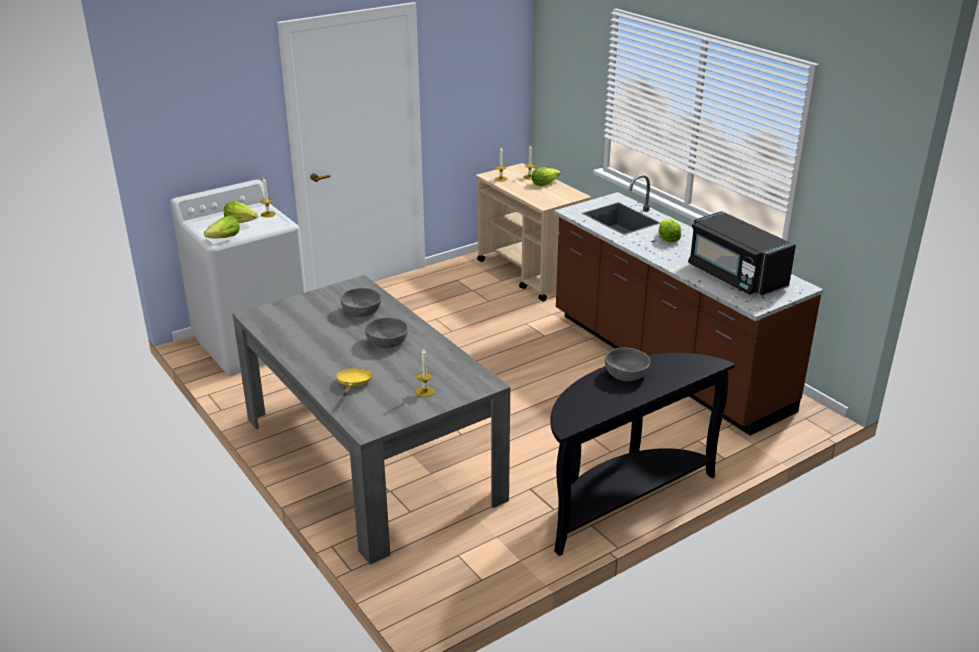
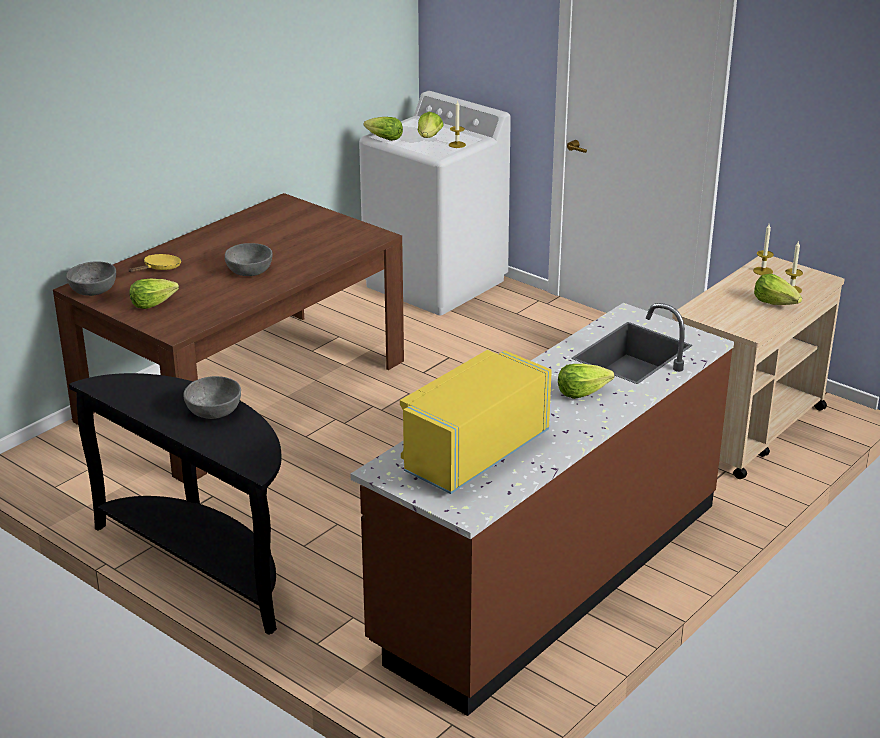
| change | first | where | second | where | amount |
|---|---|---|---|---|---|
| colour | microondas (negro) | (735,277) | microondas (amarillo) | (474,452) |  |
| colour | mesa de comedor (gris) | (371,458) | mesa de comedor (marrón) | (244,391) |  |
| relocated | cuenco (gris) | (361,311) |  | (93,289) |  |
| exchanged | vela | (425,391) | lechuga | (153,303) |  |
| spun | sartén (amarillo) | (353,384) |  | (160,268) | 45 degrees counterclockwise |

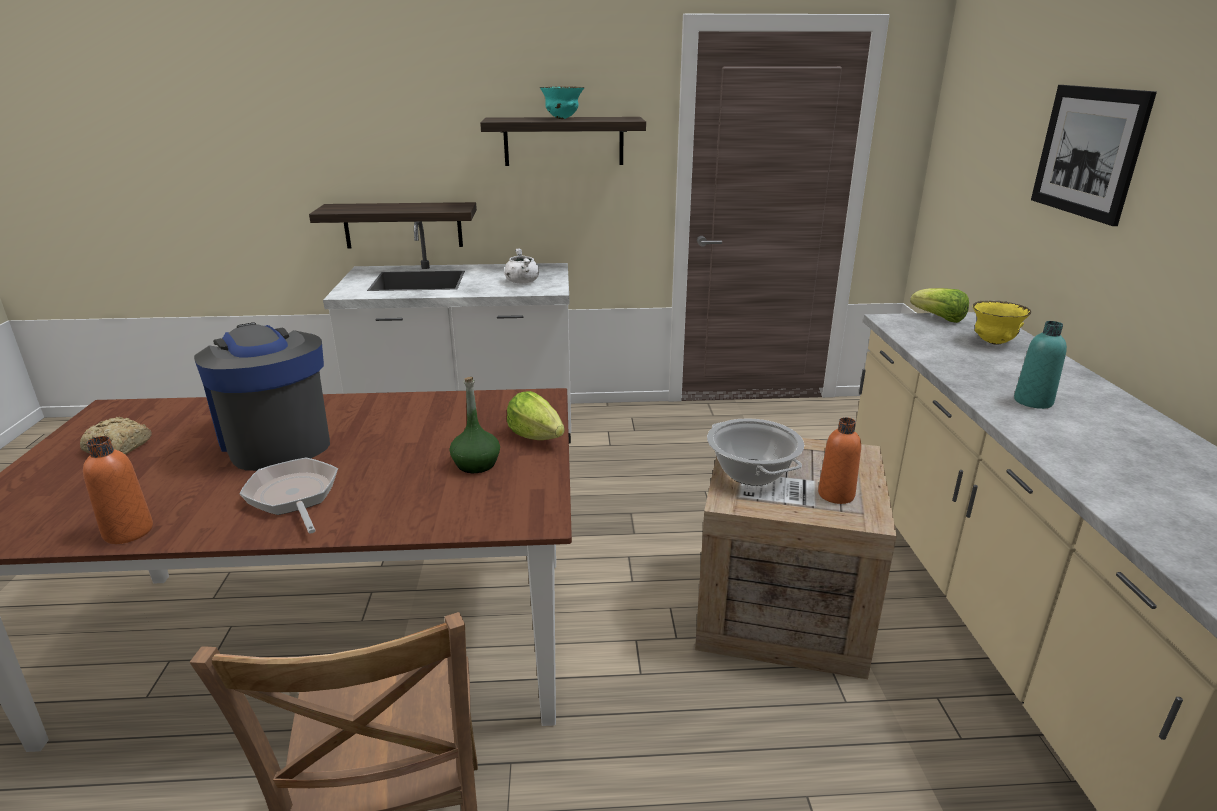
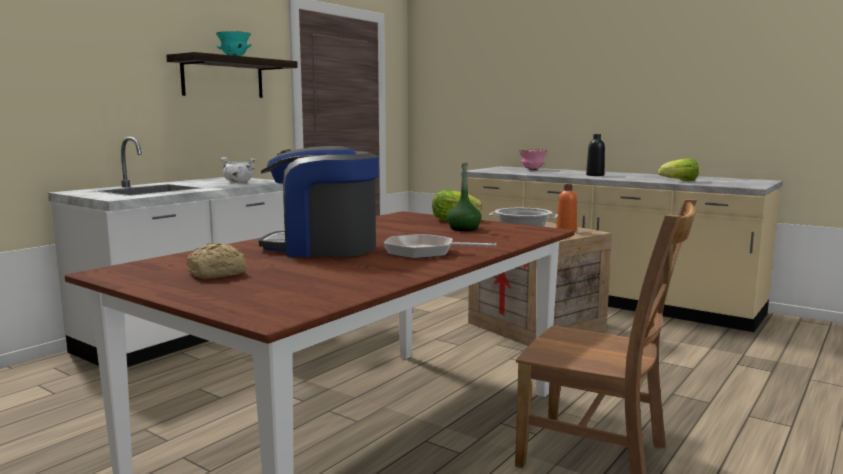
| change | first | where | second | where | amount |
|---|---|---|---|---|---|
| missing | cuadro | (1088,152) |  |  |  |
| missing | estante | (403,225) |  |  |  |
| relocated | lechuga | (939,318) |  | (679,181) |  |
| colour | cuenco (amarillo) | (993,342) | cuenco (rosa) | (532,170) |  |
| colour | botella (turquesa) | (1033,401) | botella (negro) | (595,175) |  |
| missing | botella (naranja) | (128,532) |  |  |  |

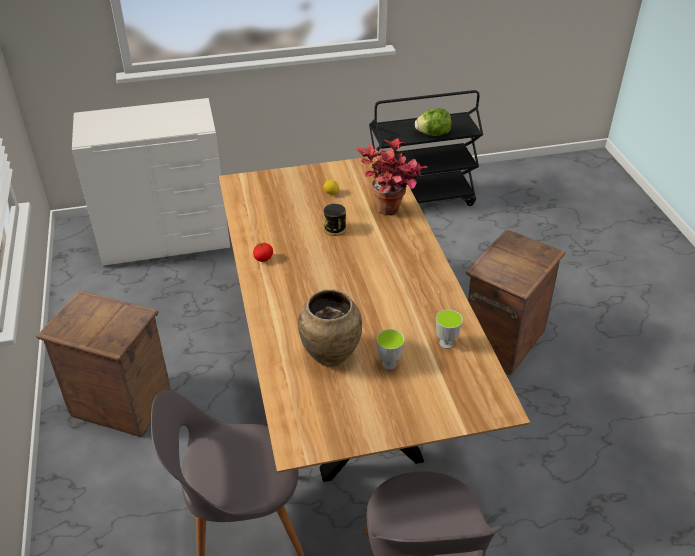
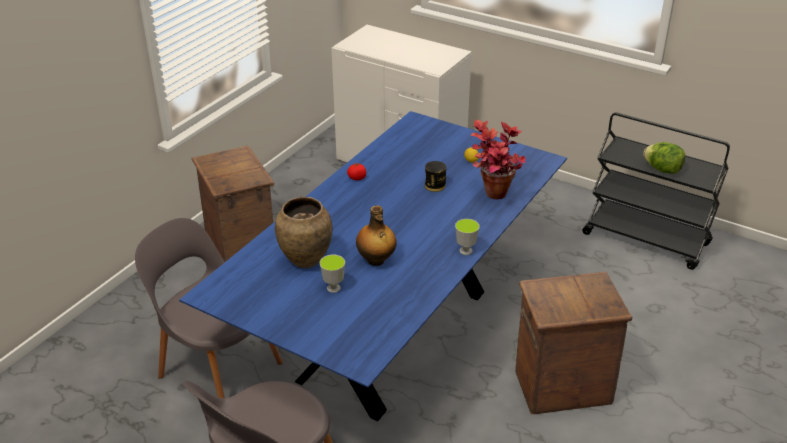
| change | first | where | second | where | amount |
|---|---|---|---|---|---|
| colour | mesa de comedor (marrón) | (347,386) | mesa de comedor (azul) | (393,335) |  |
| relocated | taza | (446,343) |  | (465,251) |  |
| appeared |  |  | botella | (376,260) |  |

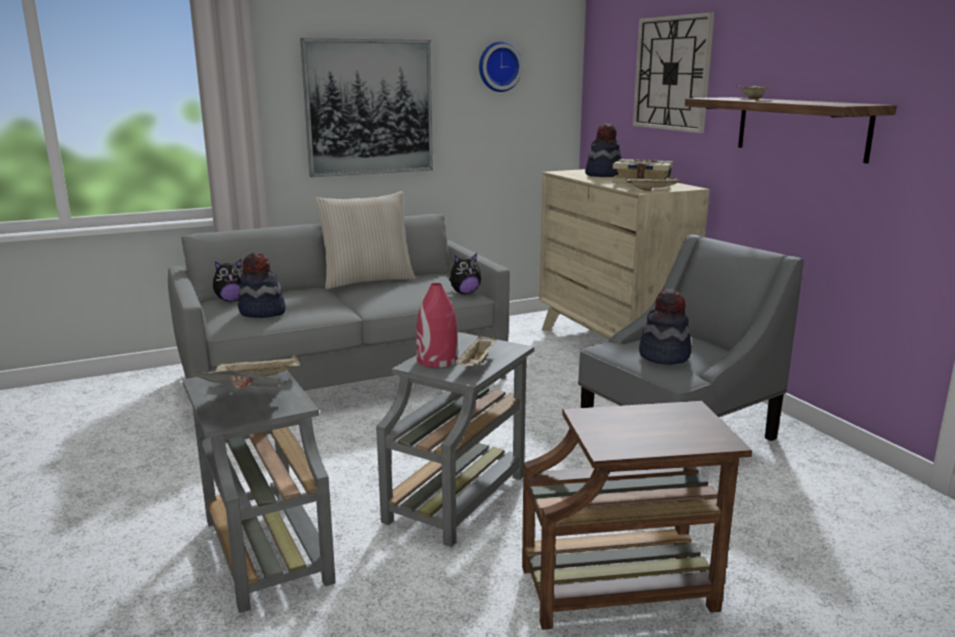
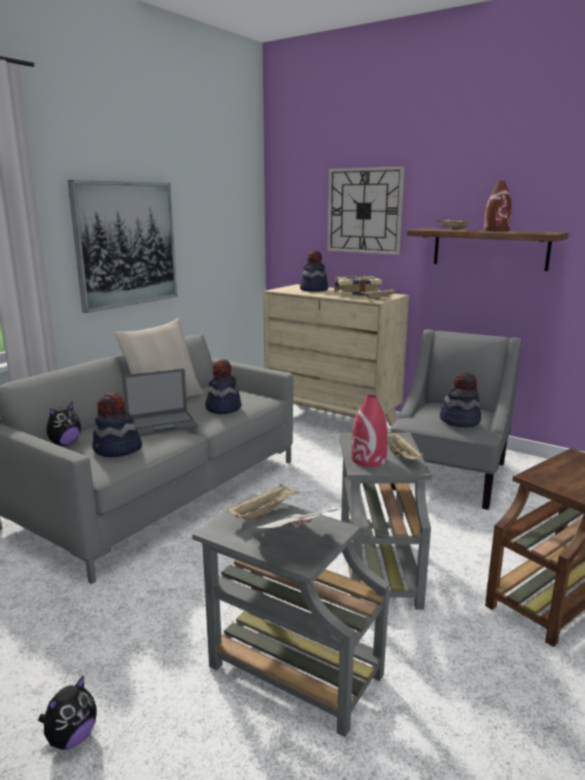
| change | first | where | second | where | amount |
|---|---|---|---|---|---|
| missing | reloj de pared | (498,66) |  |  |  |
| relocated | peluche | (464,293) |  | (71,737) |  |
| appeared |  |  | florero (marrón) | (496,230) |  |
| appeared |  |  | sombrero | (223,408) |  |
| appeared |  |  | portátil | (162,424) |  |

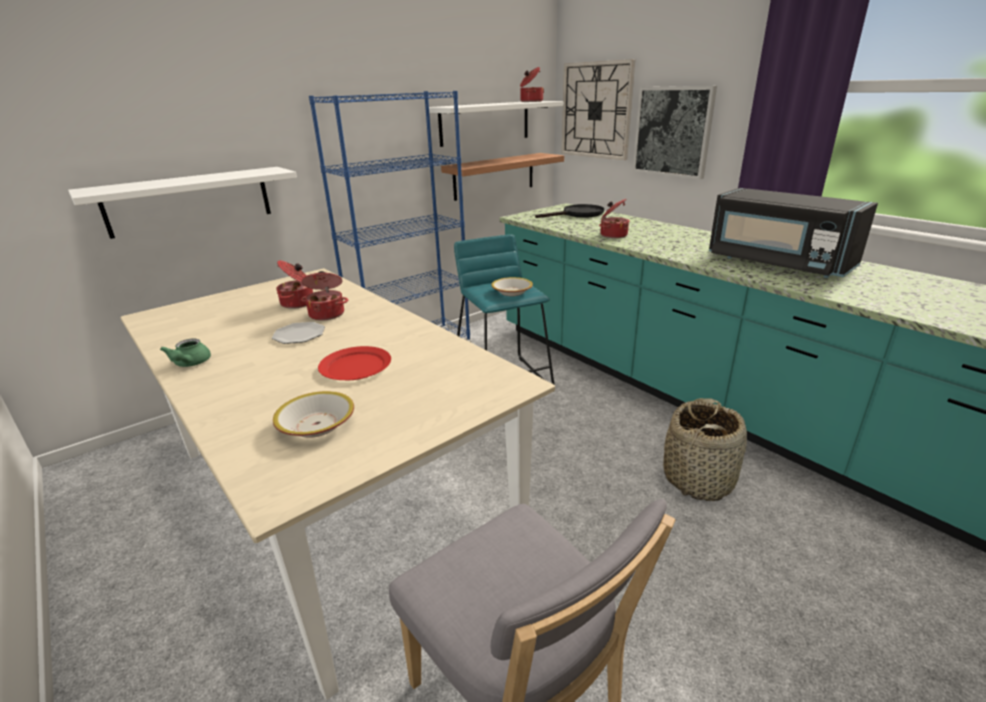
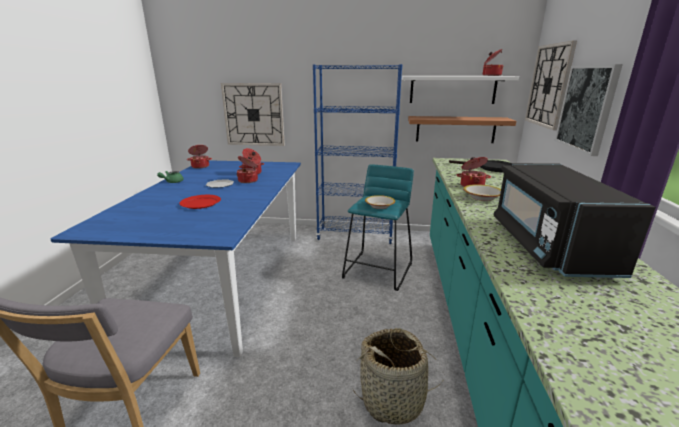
| change | first | where | second | where | amount |
|---|---|---|---|---|---|
| exchanged | estante (blanco) | (189,201) | reloj de pared | (254,114) |  |
| colour | mesa de comedor (beis) | (337,497) | mesa de comedor (azul) | (225,280) |  |
| relocated | cuenco | (317,424) |  | (482,197) |  |
| appeared |  |  | olla | (200,166) |  |

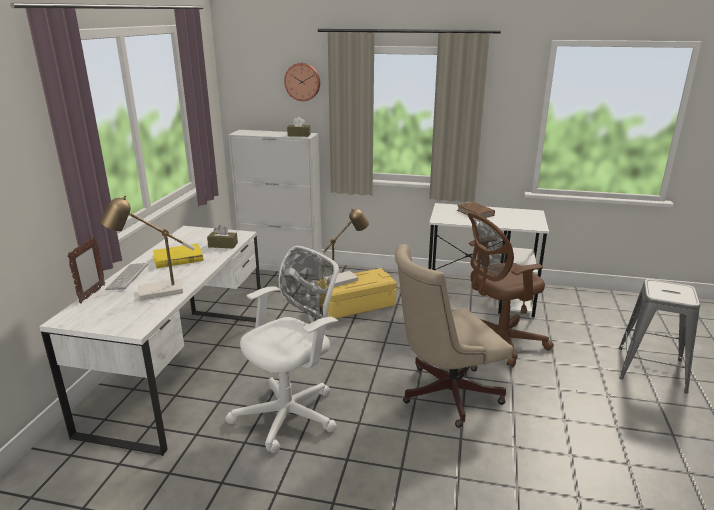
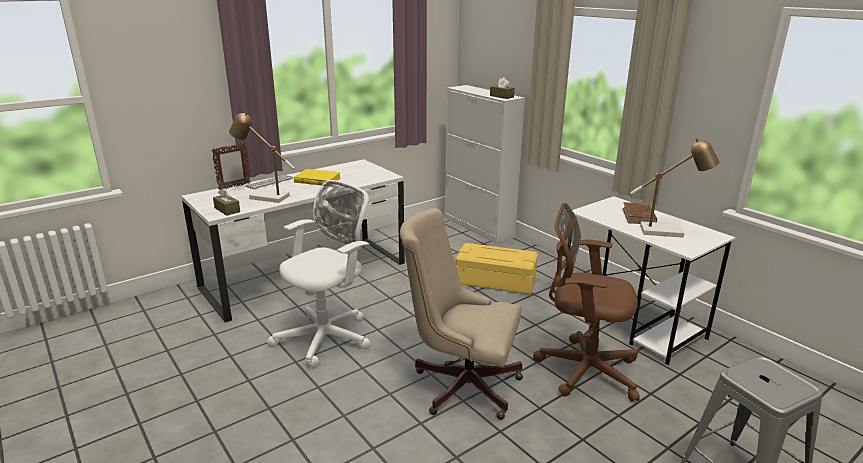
| change | first | where | second | where | amount |
|---|---|---|---|---|---|
| missing | reloj de pared | (302,81) |  |  |  |
| relocated | lámpara de mesa | (345,279) |  | (667,231) |  |
| relocated | caja de pañuelos (marrón) | (223,245) |  | (227,210) |  |
| spun | silla de oficina (blanco) | (291,414) |  | (328,337) | 45 degrees counterclockwise |

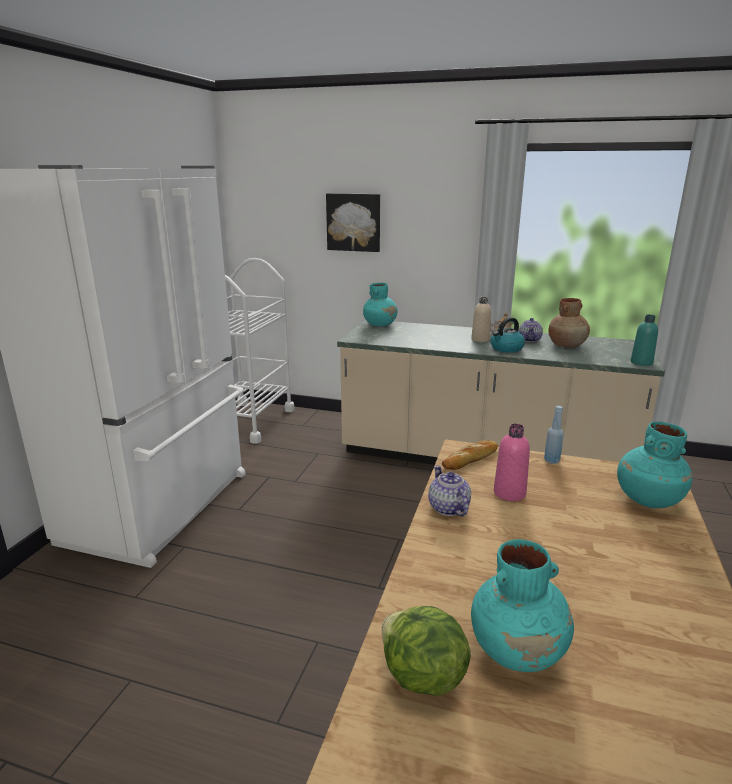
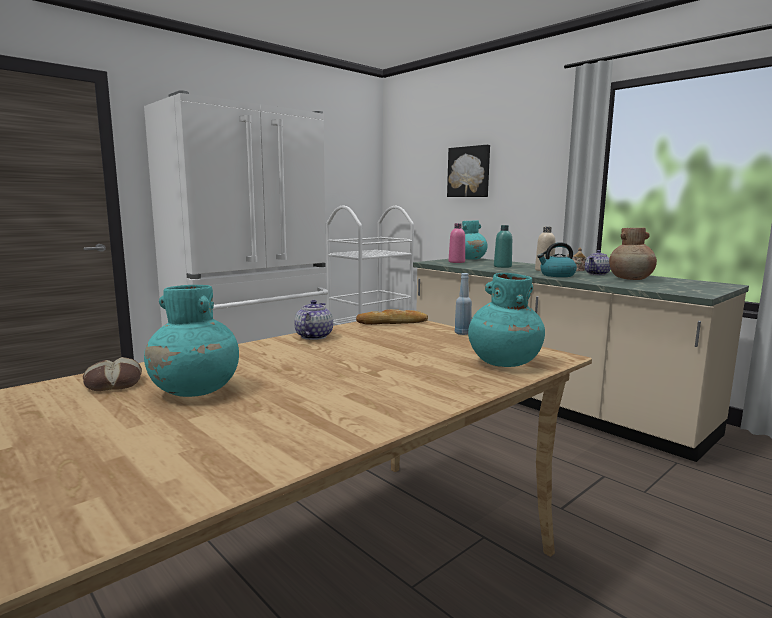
| change | first | where | second | where | amount |
|---|---|---|---|---|---|
| relocated | botella (turquesa) | (641,362) |  | (502,266) |  |
| relocated | botella (rosa) | (509,493) |  | (456,262) |  |
| exchanged | lechuga | (421,677) | pan | (113,383) |  |

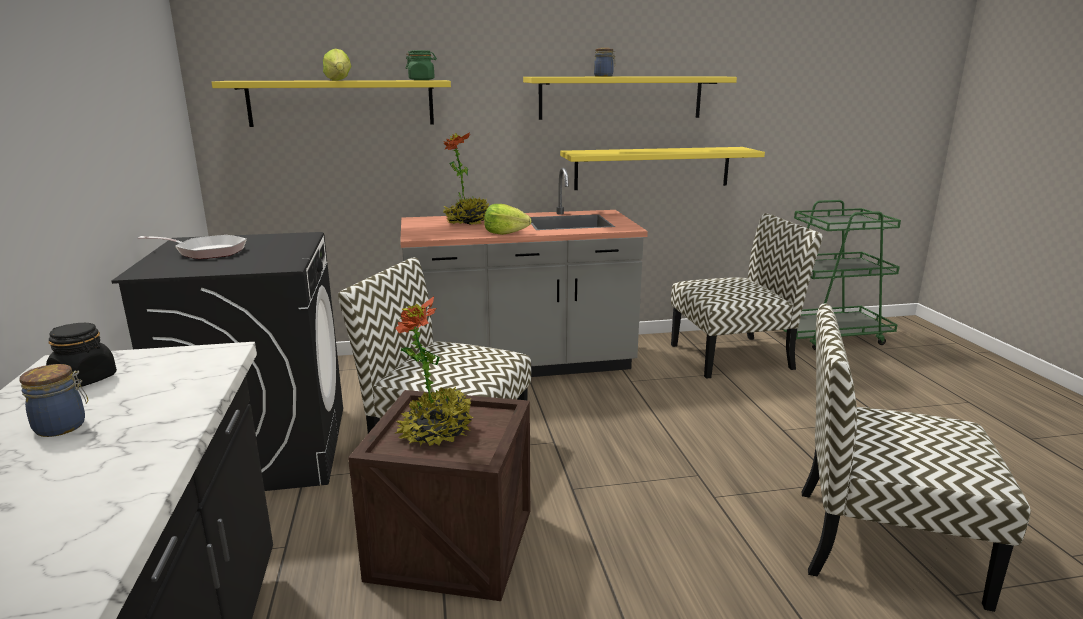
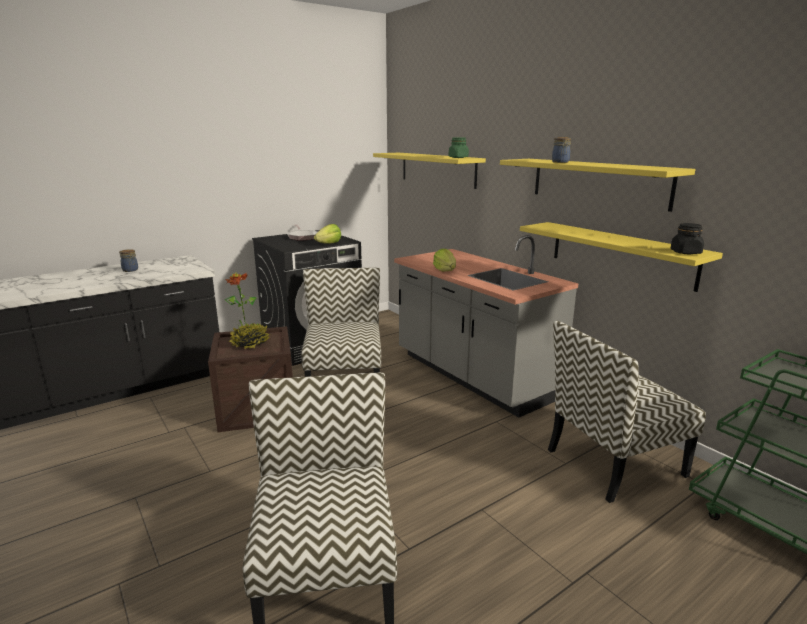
| change | first | where | second | where | amount |
|---|---|---|---|---|---|
| relocated | lechuga | (339,80) |  | (329,243) |  |
| missing | planta en maceta | (468,223) |  |  |  |
| spun | silla | (732,356) |  | (613,463) | 105 degrees clockwise |
| relocated | tarro (negro) | (85,379) |  | (685,252) |  |

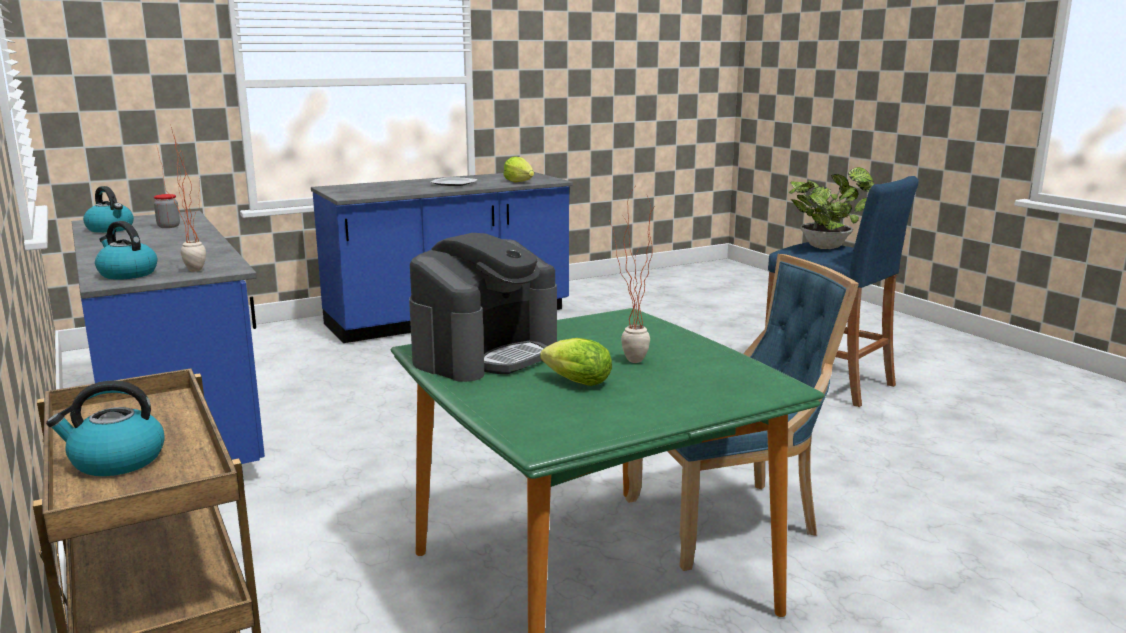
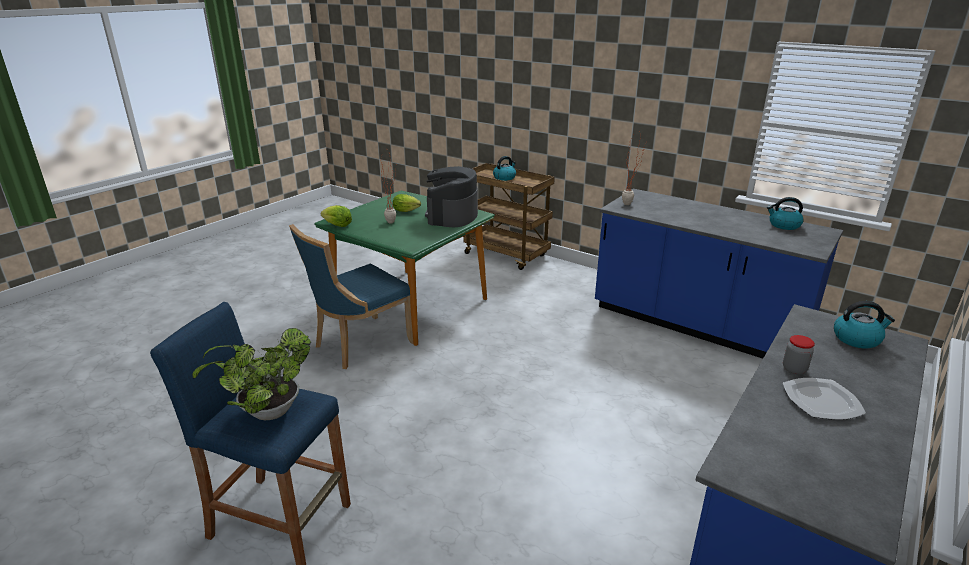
| change | first | where | second | where | amount |
|---|---|---|---|---|---|
| relocated | lechuga | (519,182) |  | (337,225) |  |
| relocated | tarro | (168,226) |  | (794,369) |  |
| relocated | hervidor | (127,274) |  | (857,339) |  |

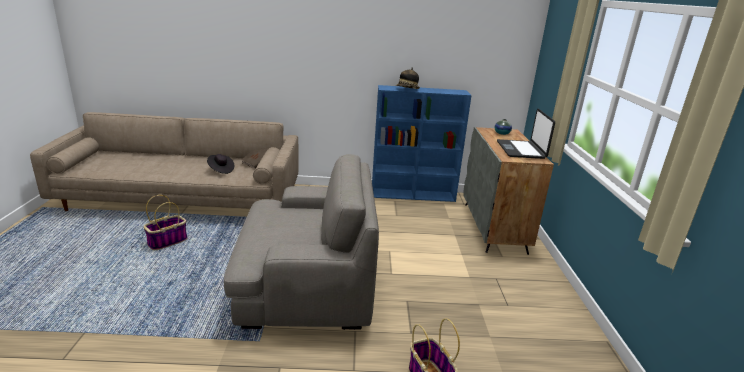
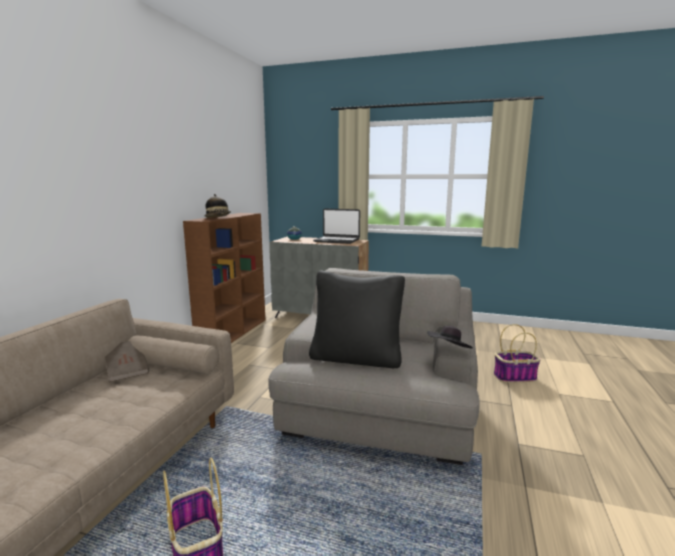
| change | first | where | second | where | amount |
|---|---|---|---|---|---|
| colour | estantería (azul) | (413,195) | estantería (marrón) | (233,332) |  |
| relocated | sombrero (negro) | (221,170) |  | (448,351) |  |
| appeared |  |  | cojín (negro) | (356,358) |  |

